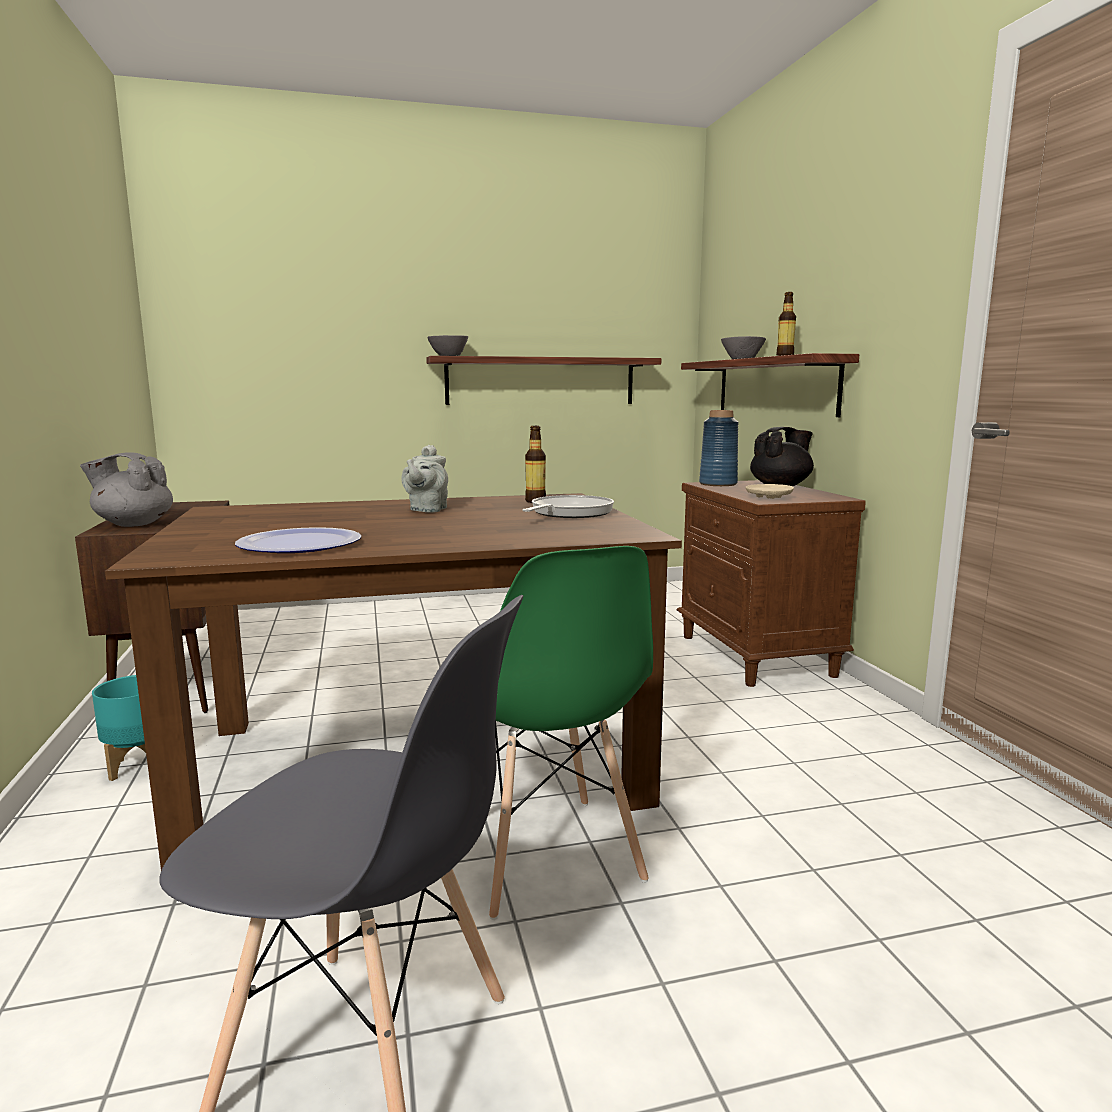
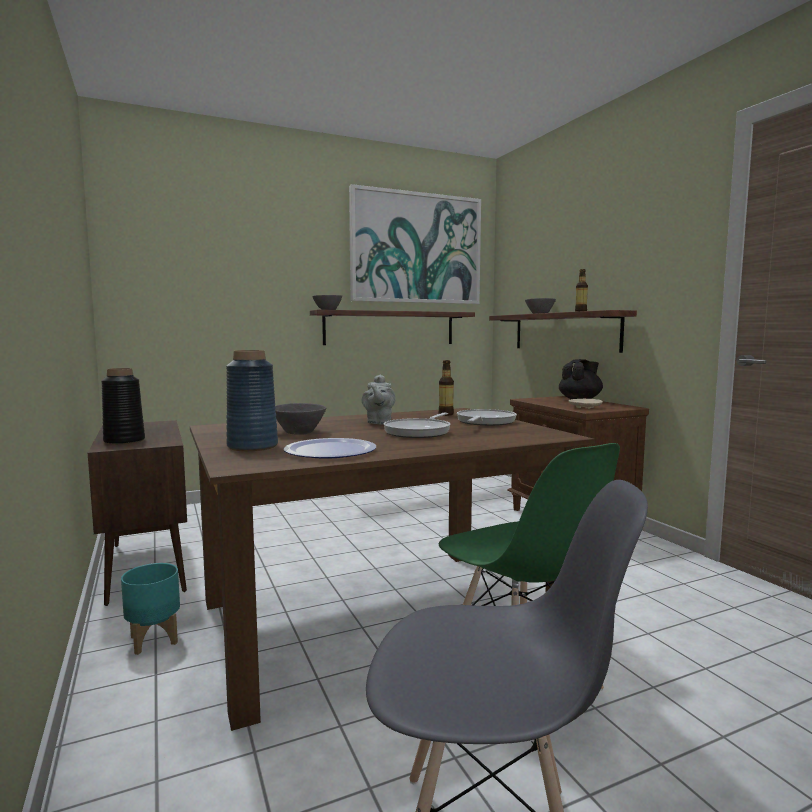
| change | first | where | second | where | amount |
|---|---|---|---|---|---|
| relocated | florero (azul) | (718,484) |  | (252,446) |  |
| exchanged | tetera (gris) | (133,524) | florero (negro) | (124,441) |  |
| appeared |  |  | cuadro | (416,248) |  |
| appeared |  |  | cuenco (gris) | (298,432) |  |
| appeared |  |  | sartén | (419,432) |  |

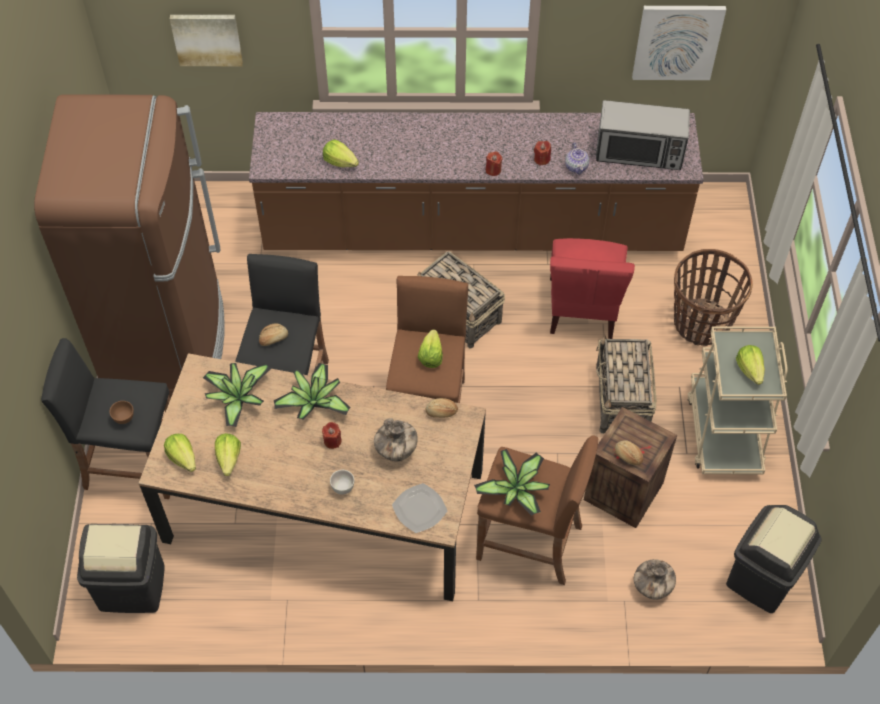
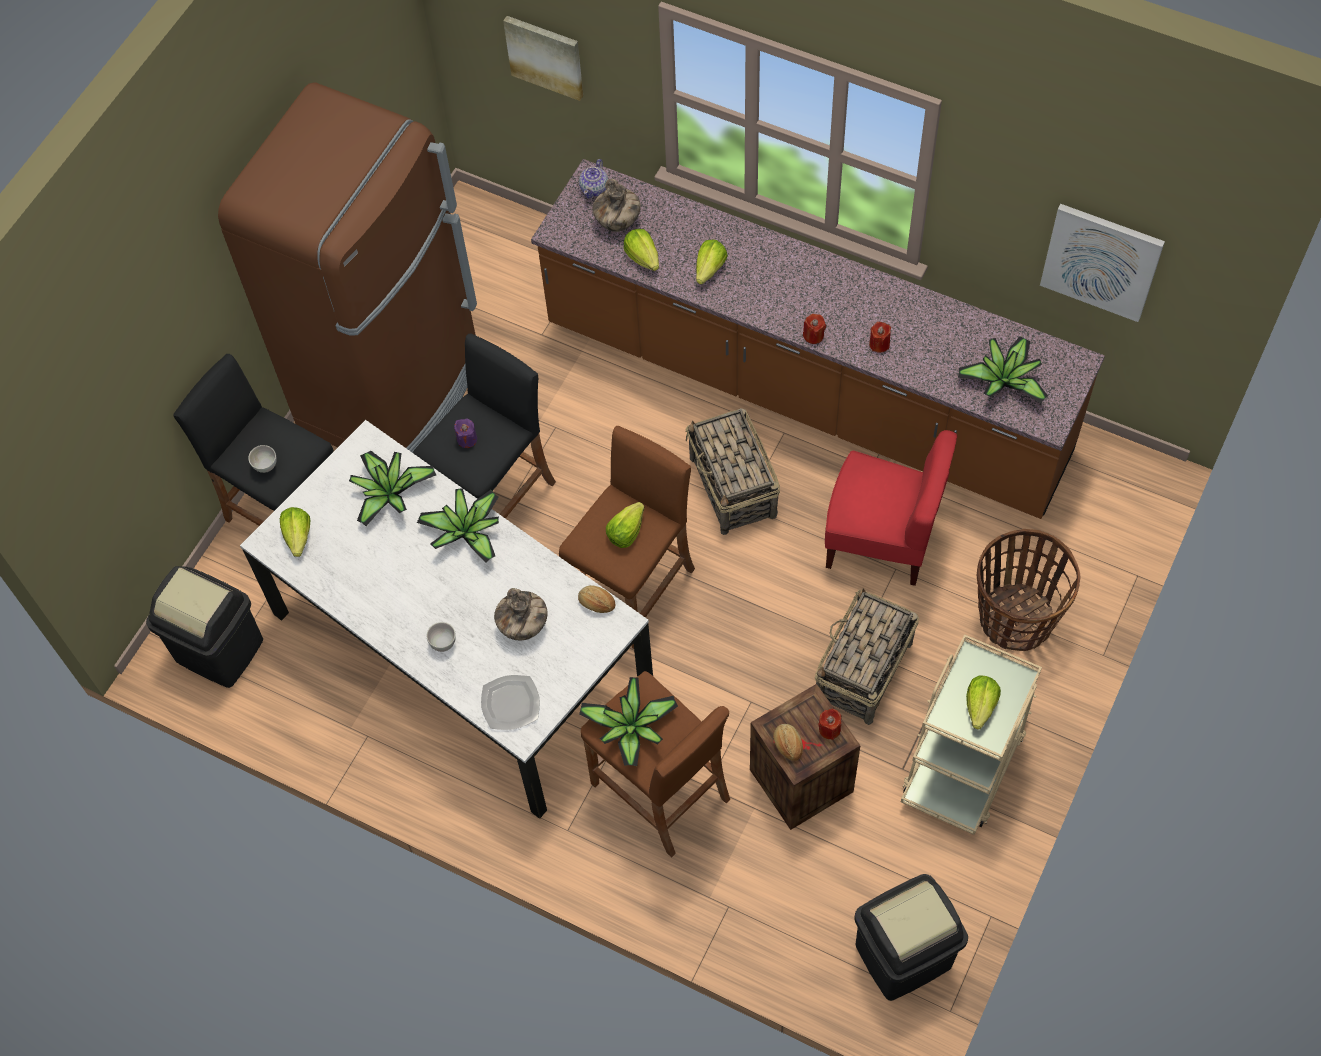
| change | first | where | second | where | amount |
|---|---|---|---|---|---|
| exchanged | microondas | (639,152) | planta en maceta | (1004,380) |  |
| relocated | tetera | (576,166) |  | (594,188) |  |
| spun | silla (rojo) | (582,309) |  | (881,541) | 105 degrees counterclockwise |
| exchanged | pan | (273,338) | vela (morado) | (467,439) |  |
| colour | mesa de comedor (marrón) | (323,507) | mesa de comedor (blanco) | (459,649) |  |
| colour | cuenco (marrón) | (124,419) | cuenco (blanco) | (266,466) |  |
| relocated | vela (rojo) | (332,441) |  | (829,729) |  |
| relocated | lechuga | (229,459) |  | (709,269) |  |
| relocated | florero | (652,587) |  | (617,222) |  |

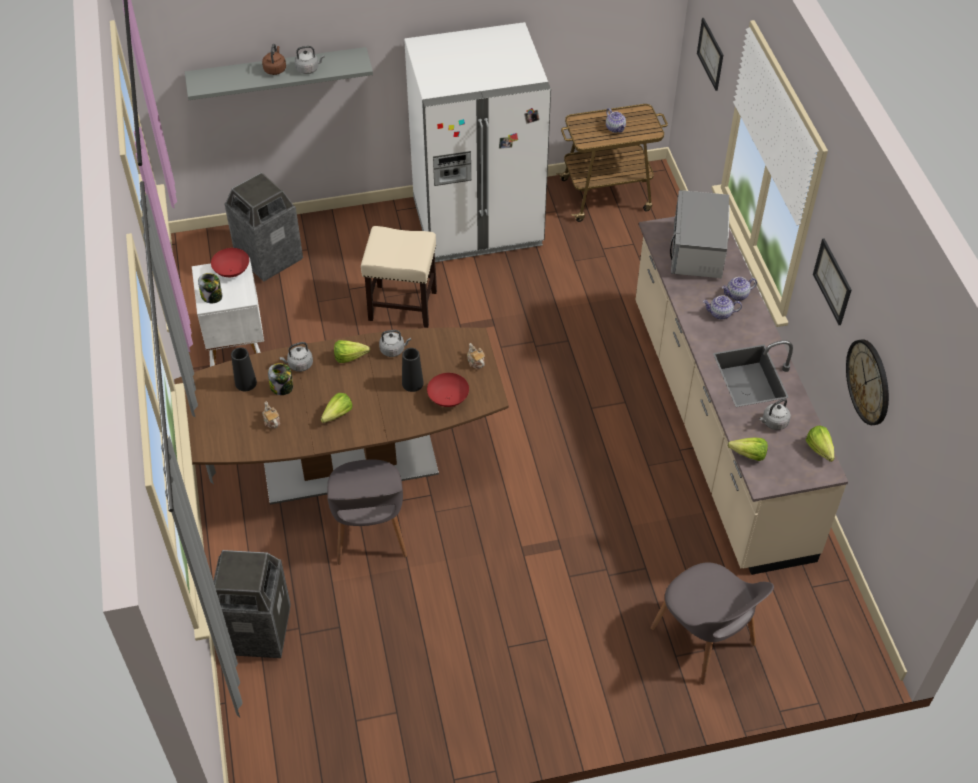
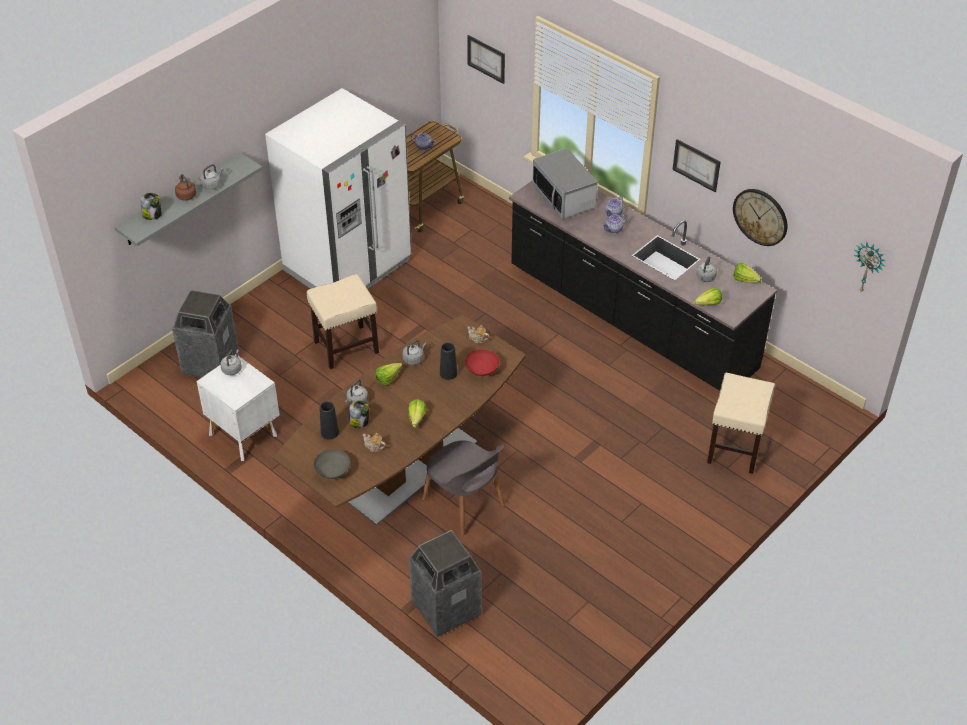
| change | first | where | second | where | amount |
|---|---|---|---|---|---|
| colour | mueble bajo de cocina (beis) | (717,427) | mueble bajo de cocina (negro) | (630,319) |  |
| exchanged | cuenco (rojo) | (232,271) | hervidor (gris) | (232,369) |  |
| relocated | tarro | (212,296) |  | (152,215) |  |
| exchanged | silla (gris) | (704,639) | taburete (beis) | (735,448) |  |
| appeared |  |  | reloj de pared | (868,267) |  |
| appeared |  |  | cuenco (gris) | (332,472) |  |

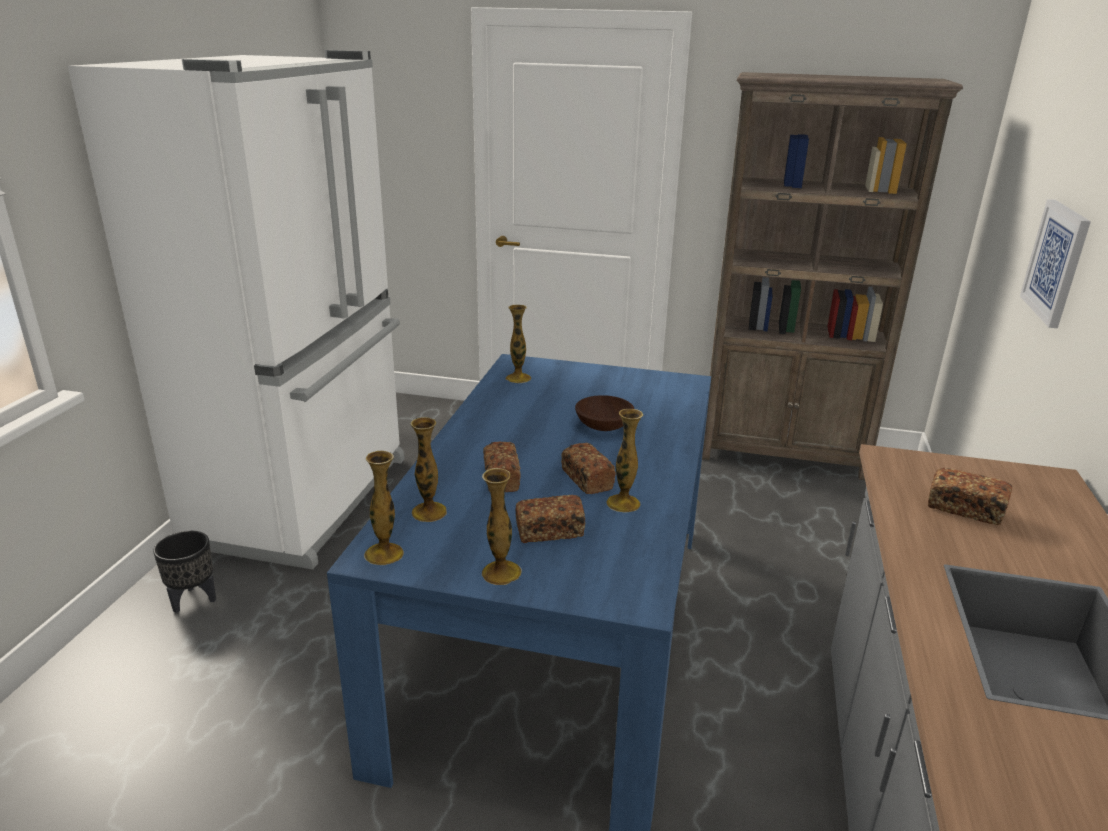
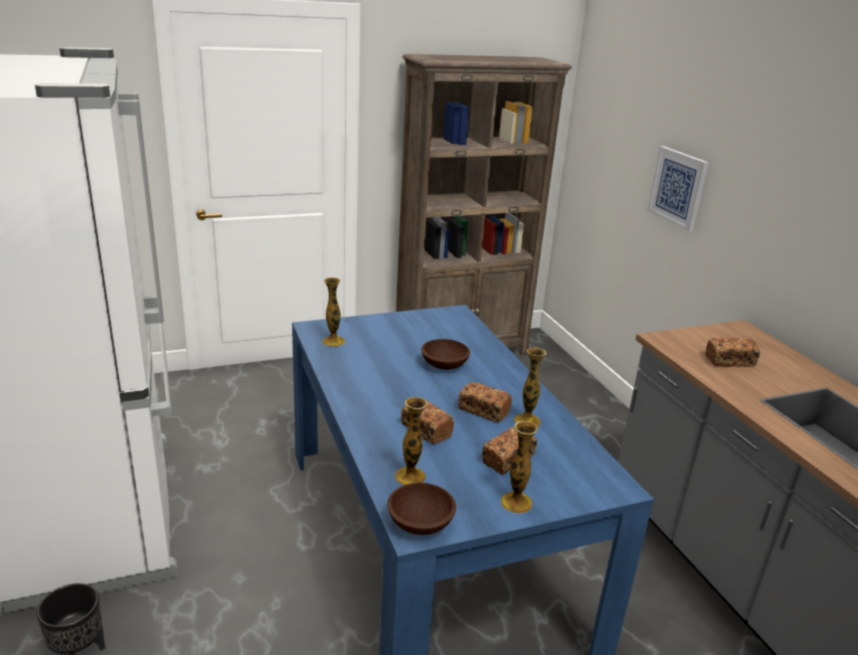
| change | first | where | second | where | amount |
|---|---|---|---|---|---|
| exchanged | florero | (384,554) | cuenco (marrón) | (421,523) |  |

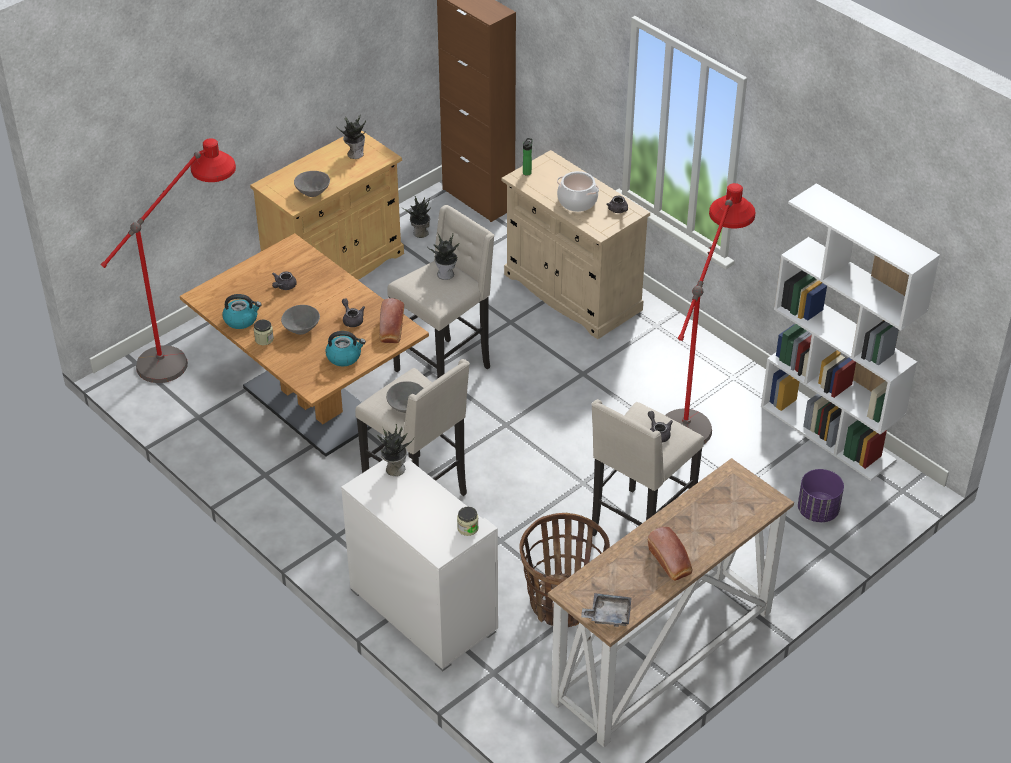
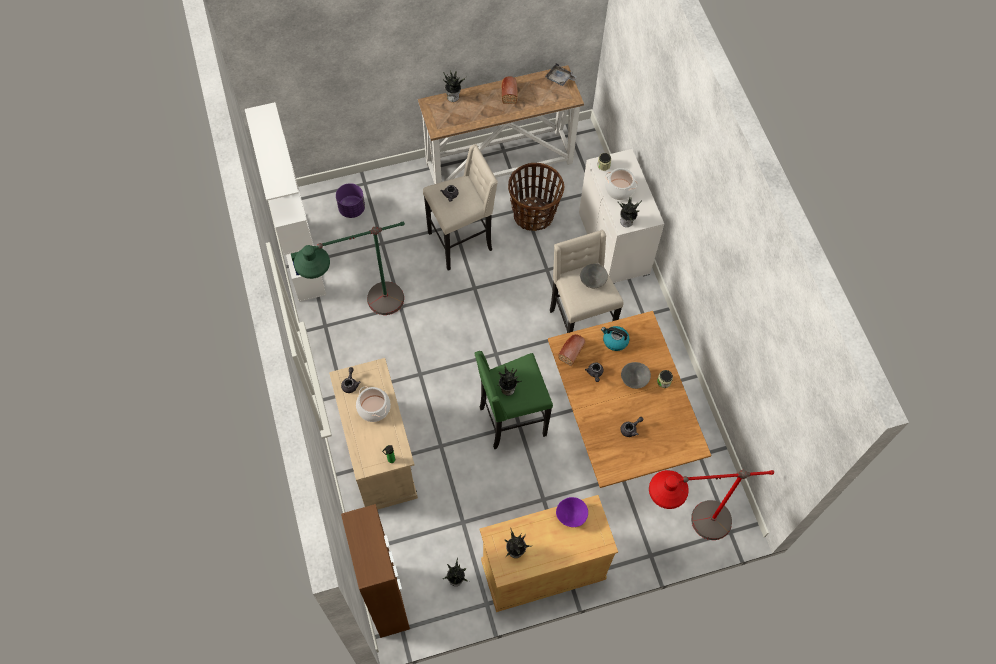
| change | first | where | second | where | amount |
|---|---|---|---|---|---|
| colour | cuenco (gris) | (313,193) | cuenco (morado) | (571,515) |  |
| colour | lámpara de pie (rojo) | (697,405) | lámpara de pie (verde) | (364,313) |  |
| colour | taburete (beis) | (445,369) | taburete (verde) | (510,421) |  |
| missing | hervidor | (241,320) |  |  |  |
| appeared |  |  | planta en maceta | (453,96) |  |
| appeared |  |  | olla | (619,189) |  |

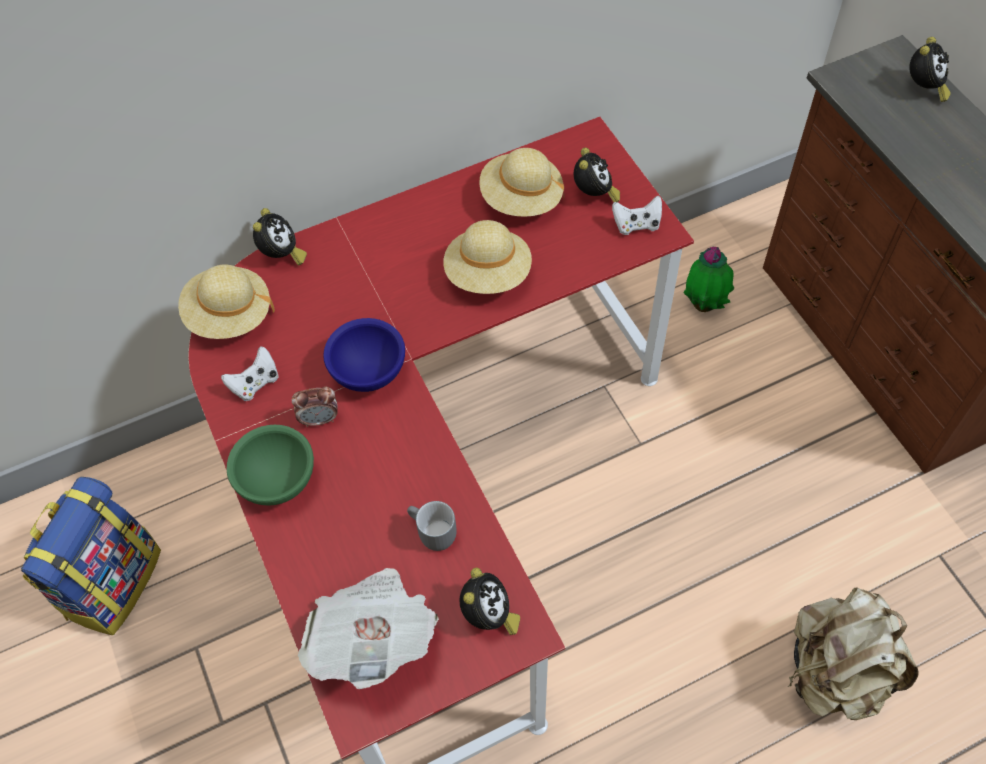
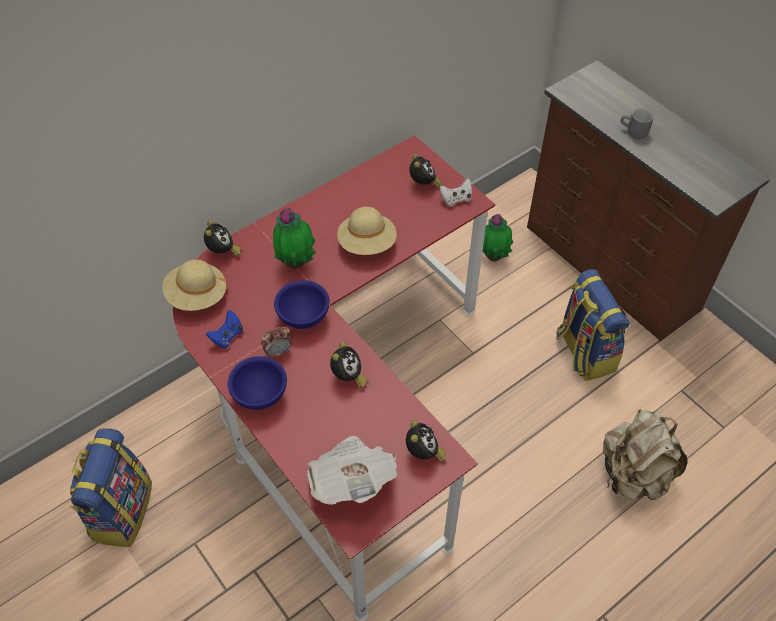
| change | first | where | second | where | amount |
|---|---|---|---|---|---|
| relocated | despertador | (923,89) |  | (348,377) |  |
| missing | sombrero (beis) | (521,199) |  |  |  |
| colour | mando de consola (blanco) | (255,383) | mando de consola (azul) | (227,336) |  |
| colour | cuenco (verde) | (279,480) | cuenco (azul) | (261,394) |  |
| relocated | taza grande (gris) | (431,534) |  | (633,133) |  |
| appeared |  |  | planta en maceta | (296,263) |  |
| appeared |  |  | mochila | (584,352) |  |

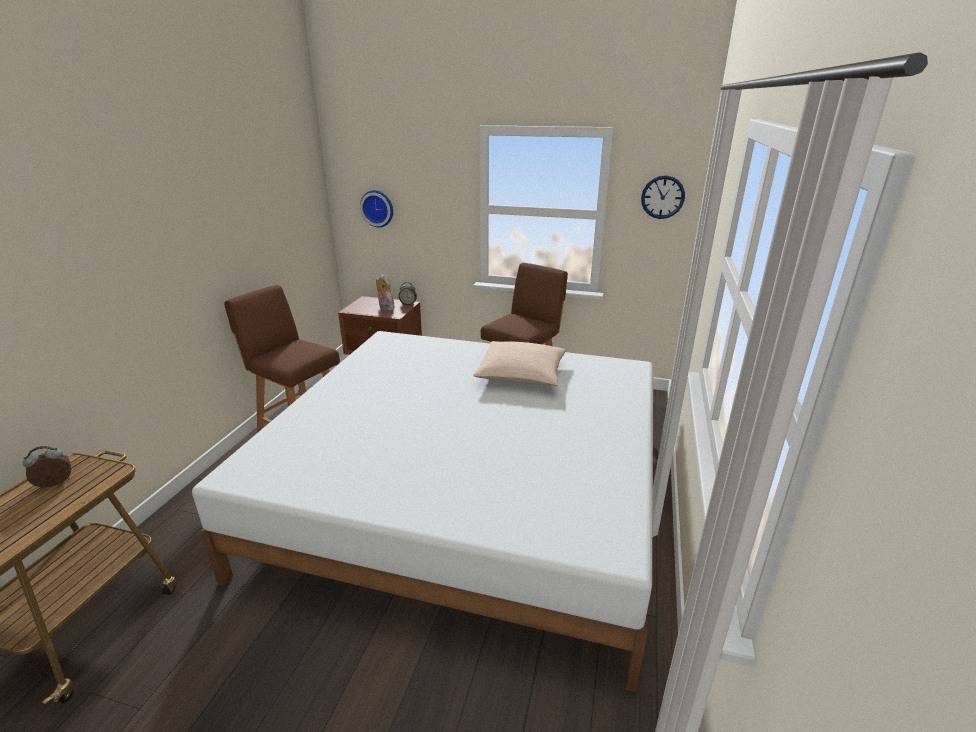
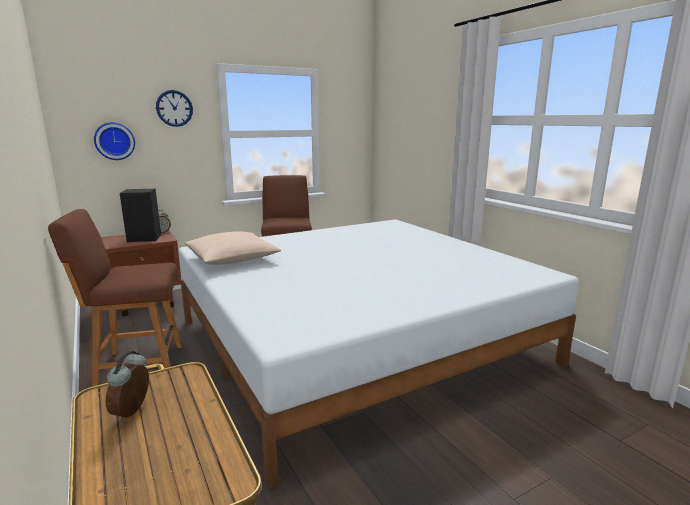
| change | first | where | second | where | amount |
|---|---|---|---|---|---|
| relocated | reloj de pared | (662,197) |  | (174,108) |  |
| exchanged | peluche | (385,308) | altavoz (negro) | (145,238) |  |
| relocated | cojín (beis) | (521,374) |  | (232,259) |  |

